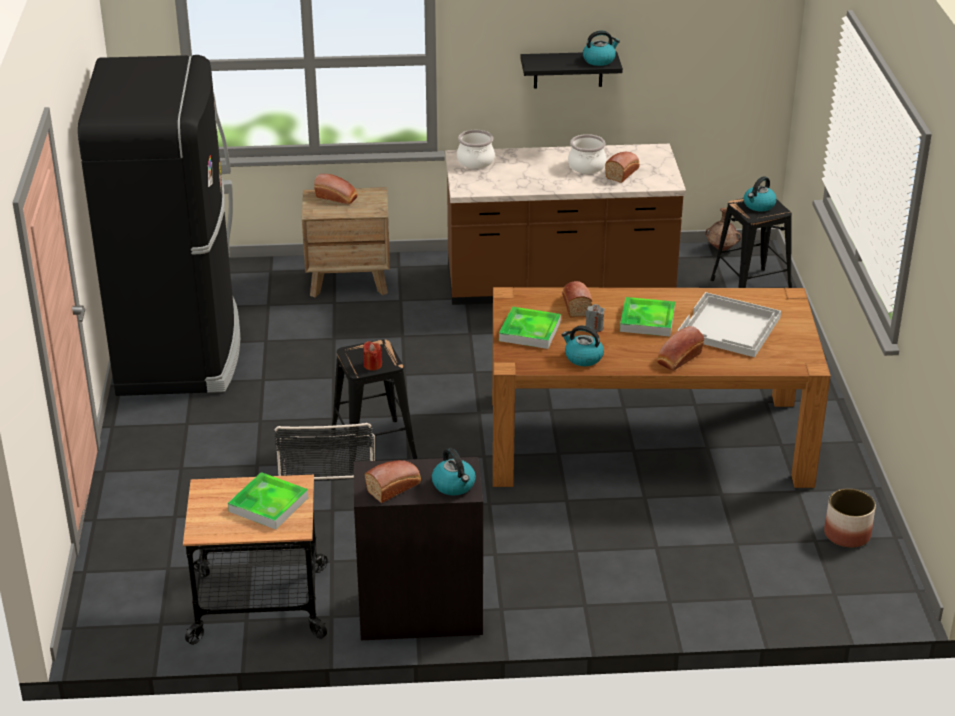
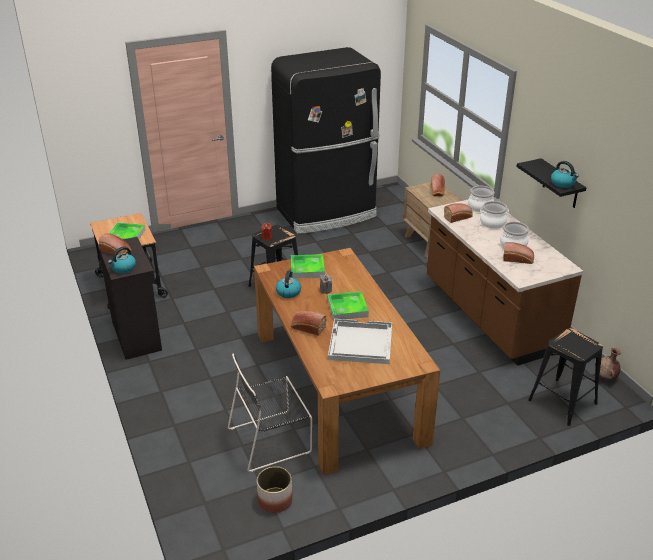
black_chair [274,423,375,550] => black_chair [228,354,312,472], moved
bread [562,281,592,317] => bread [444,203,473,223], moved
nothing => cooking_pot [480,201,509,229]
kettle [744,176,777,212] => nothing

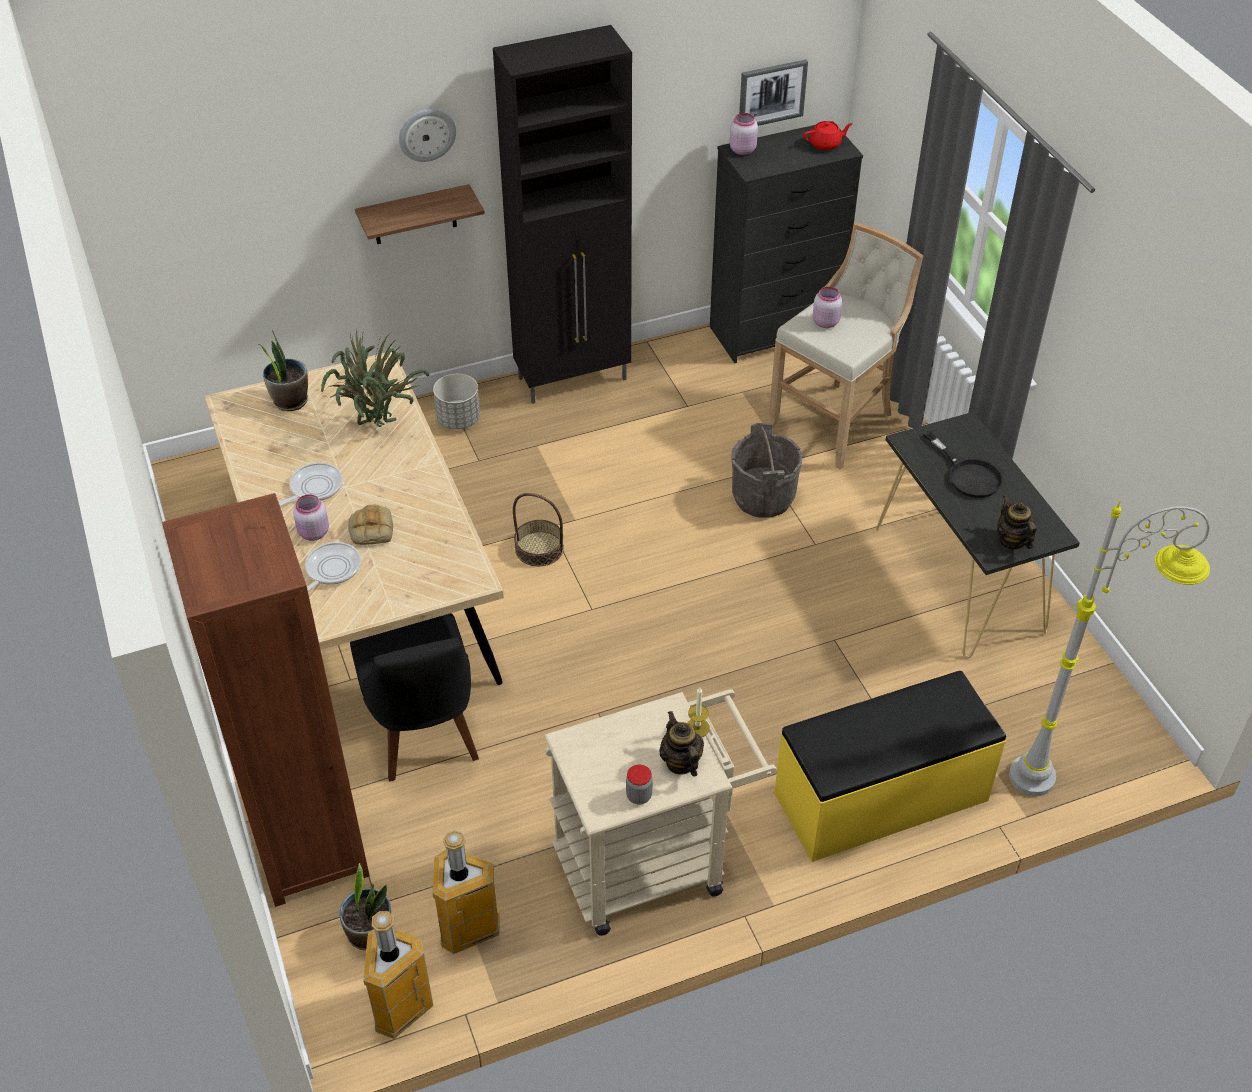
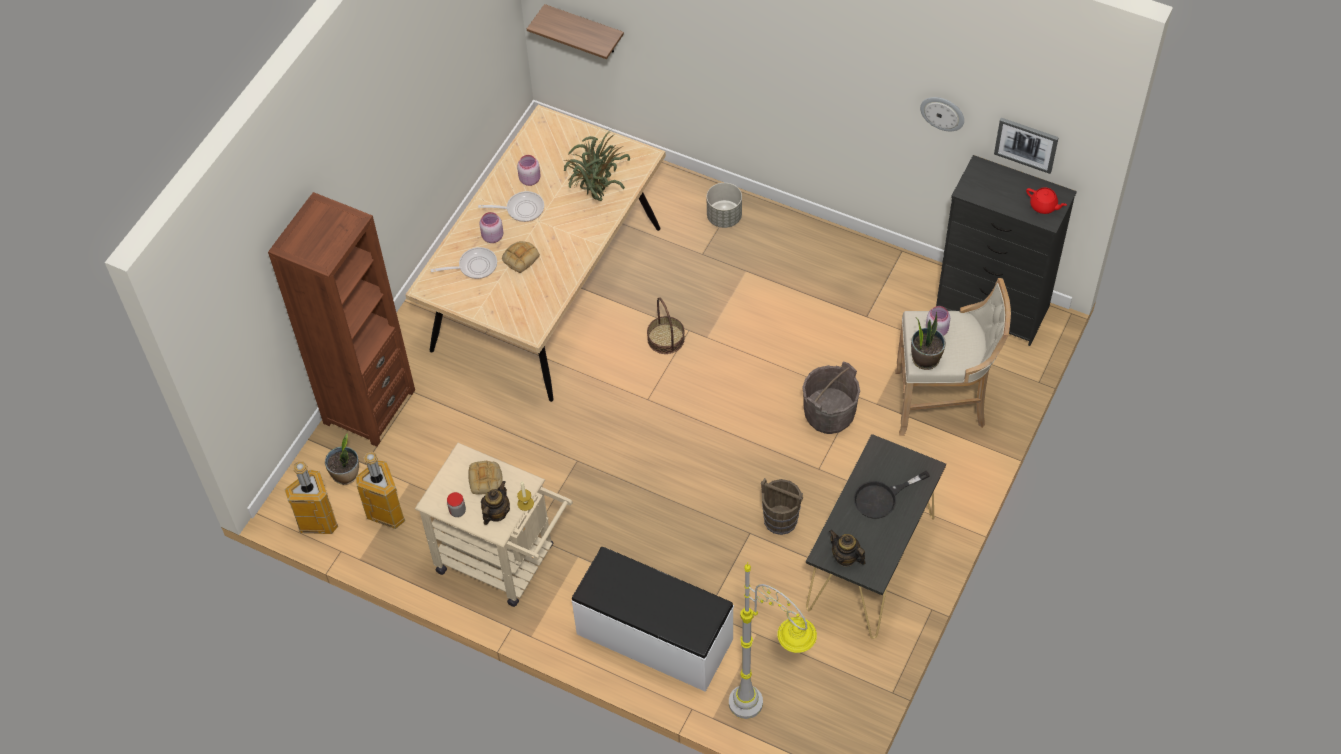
nothing => bread [468,461,502,495]
pink_jar [730,113,758,155] => pink_jar [517,155,540,186], moved
shelf [355,184,485,244] => shelf [527,4,624,59], moved
yellow_bench [774,671,1006,862] => white_bench [571,547,734,692]
nothing => brown_bucket [761,478,803,535]
teapot [997,496,1037,550] => teapot [829,530,866,567], 75 degrees counterclockwise
black_frying_pan [923,431,1003,498] => black_frying_pan [854,471,930,519], 45 degrees clockwise
potted_plant [258,330,308,411] => potted_plant [911,312,946,370], moved
wall_clock [399,109,456,162] => wall_clock [920,97,964,131], moved
black_chair [350,613,479,782] => nothing
black_cabinet [493,25,632,404] => nothing

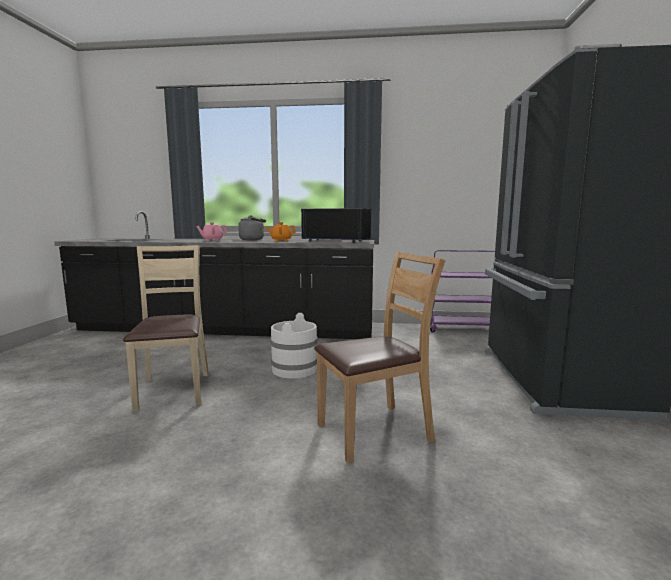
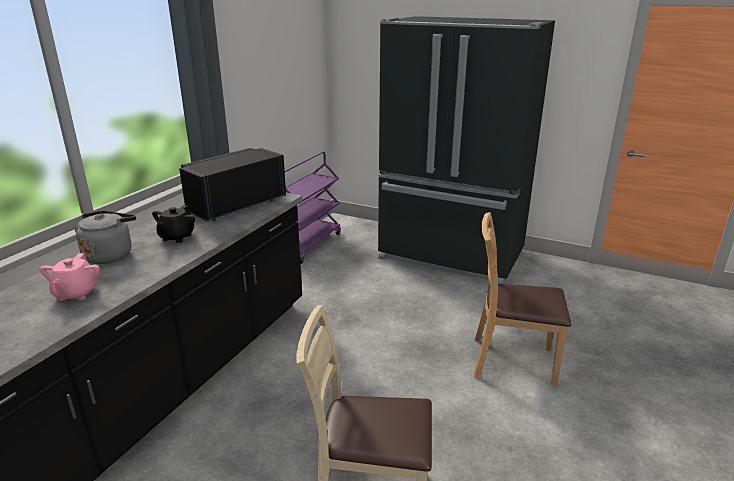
orange_teapot [266,222,296,241] => black_teapot [152,205,195,243]
brown_chair [314,252,446,463] => brown_chair [473,212,572,386], 75 degrees counterclockwise
white_bucket [270,313,318,378] => nothing

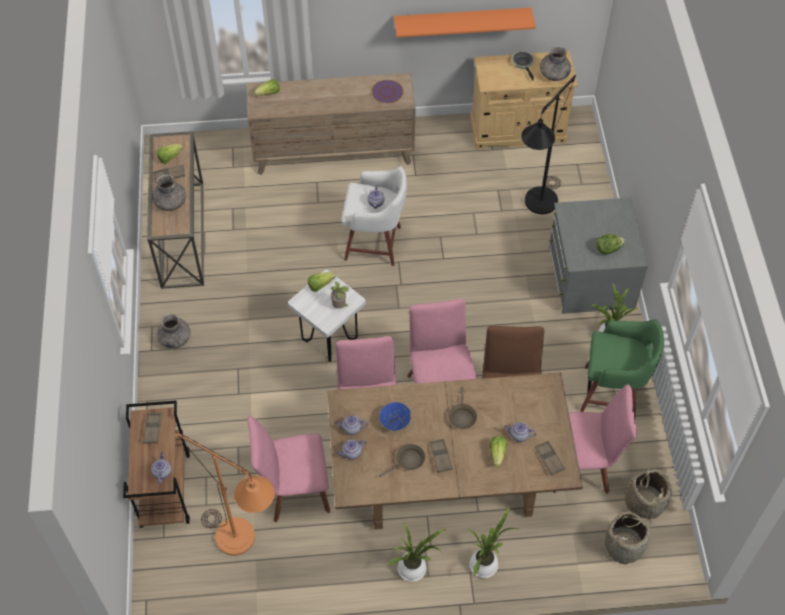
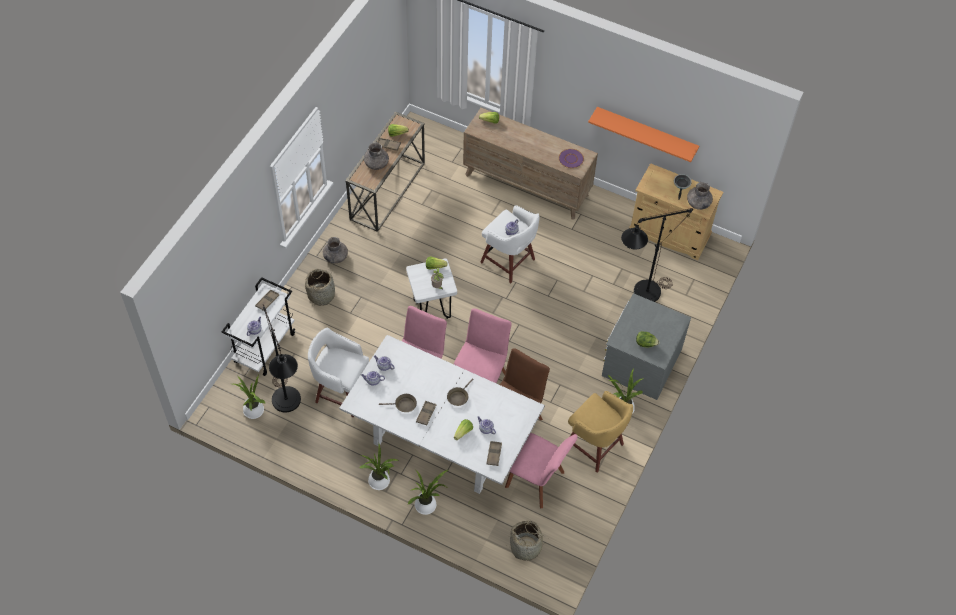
brown_cart [123,401,190,528] => white_cart [222,277,295,376]
nothing => potted_plant [233,375,266,419]
orange_floor_lamp [175,431,275,555] => black_floor_lamp [263,304,301,413]
basket [625,468,672,522] => basket [305,269,335,306], moved
pink_chair [247,416,330,522] => white_stool [308,328,369,417]
brown_dining_table [328,373,583,530] => white_dining_table [339,335,545,494]
green_stool [580,319,664,419] => yellow_stool [568,391,633,472]
blue_bowl [379,402,411,431] => nothing

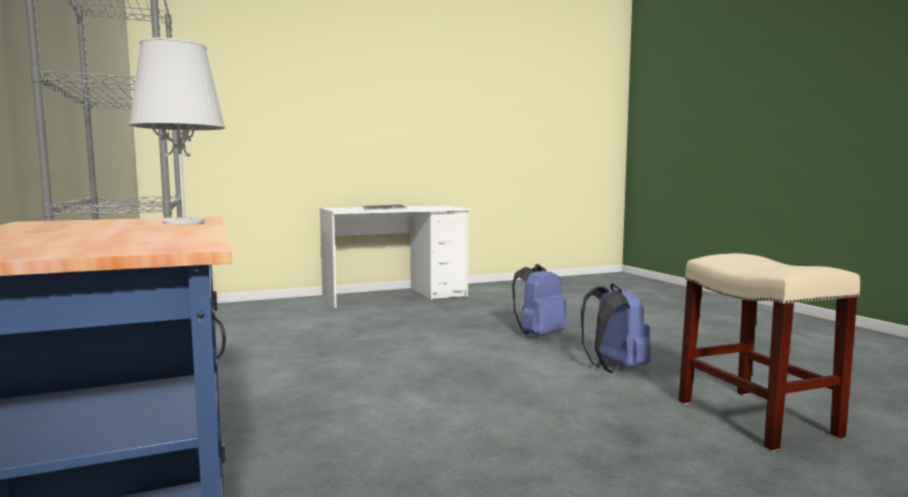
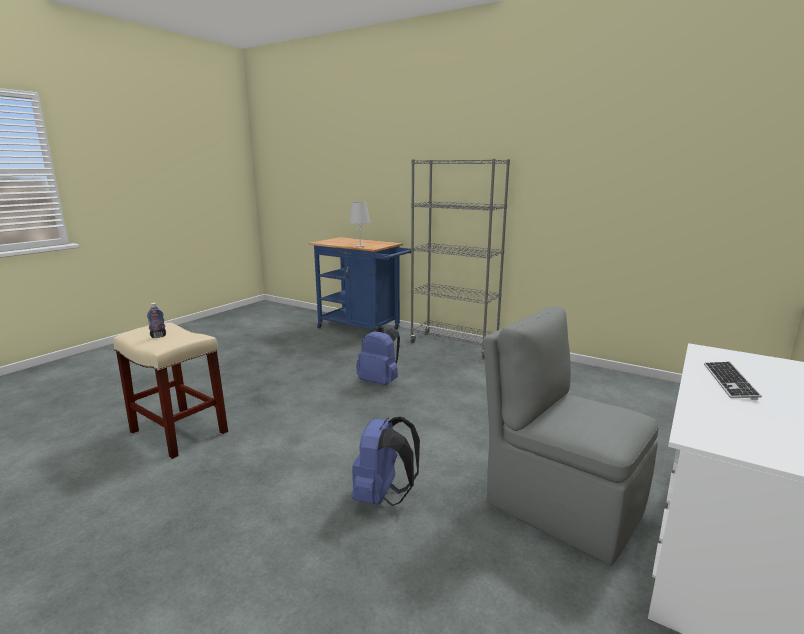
nothing => bottle [147,303,166,338]
blue_backpack [581,283,651,373] => blue_backpack [356,325,400,385], moved
nothing => grey_chair [483,306,659,565]

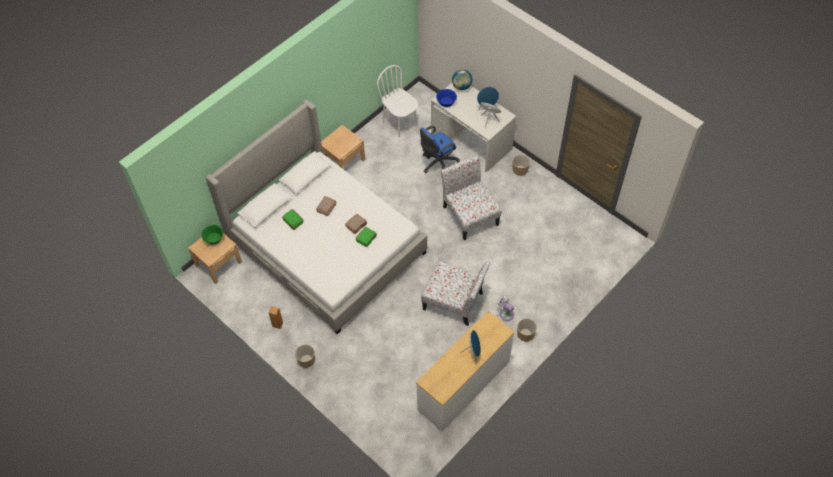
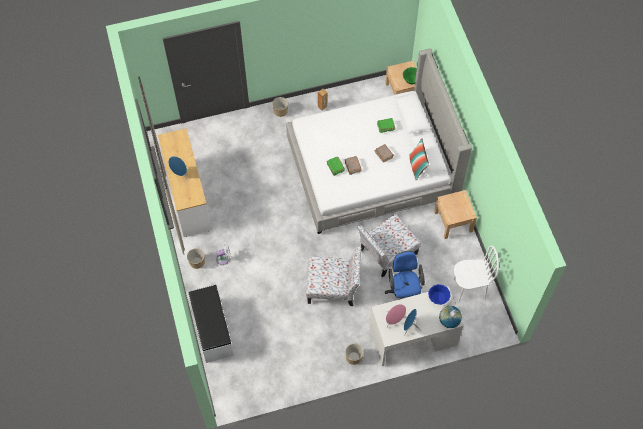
nothing => white_bench [188,285,234,363]
chair [421,261,490,326] => chair [358,214,421,277], moved
nothing => pillow [410,138,429,181]

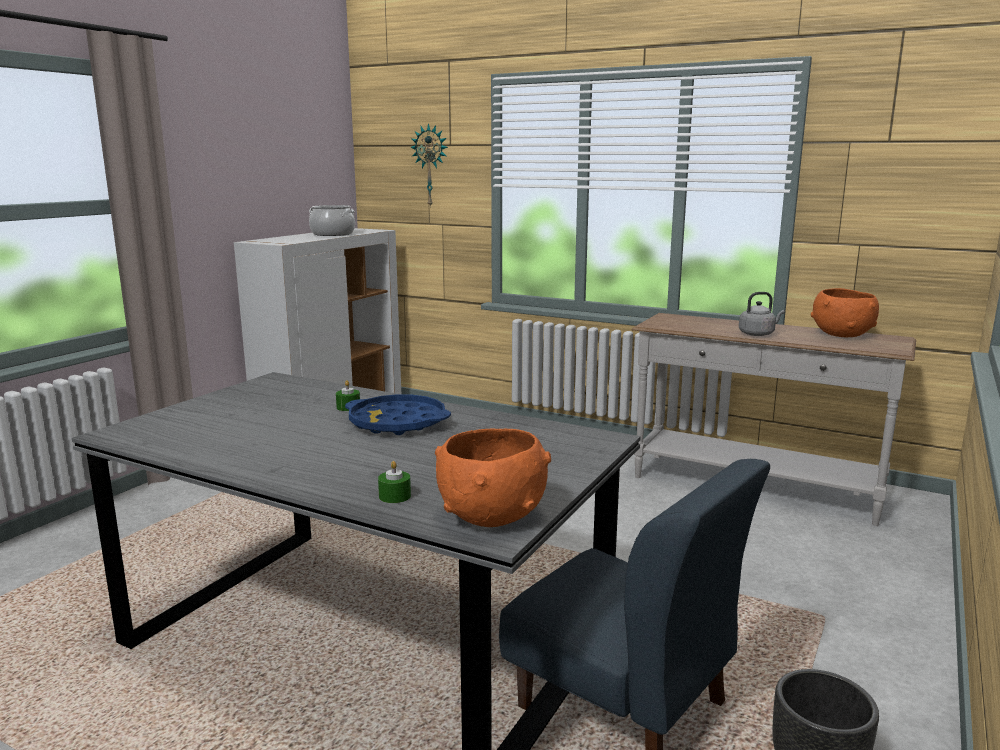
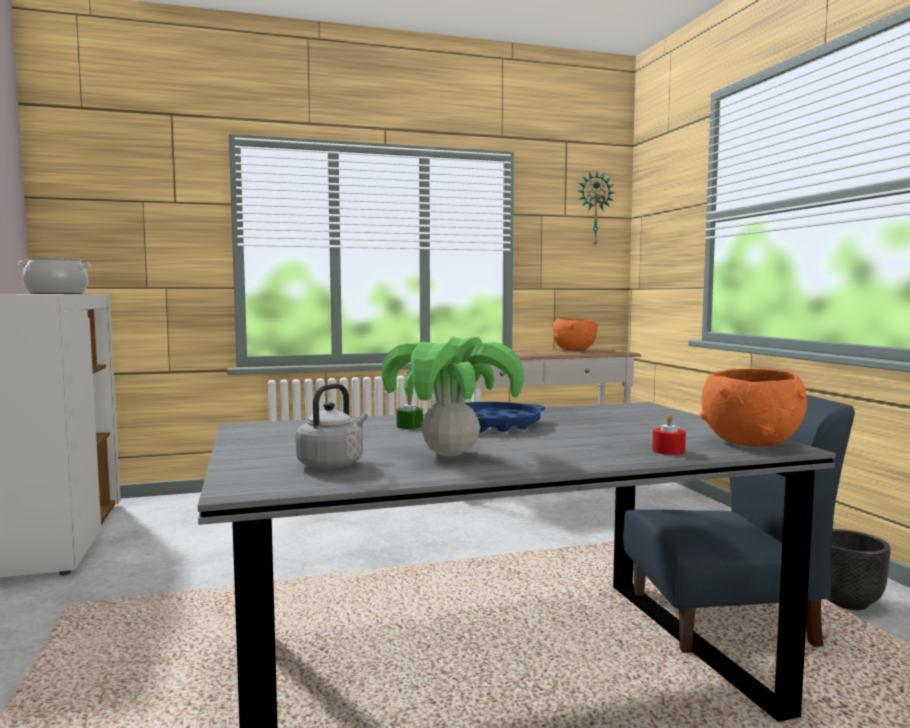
grey_kettle [739,292,785,336] => grey_kettle [296,384,368,469], moved
nothing => potted_plant [382,337,524,456]
wall_clock [410,123,448,208] => wall_clock [578,171,614,246], moved
green_candle [378,461,411,503] => red_candle [652,414,686,455]

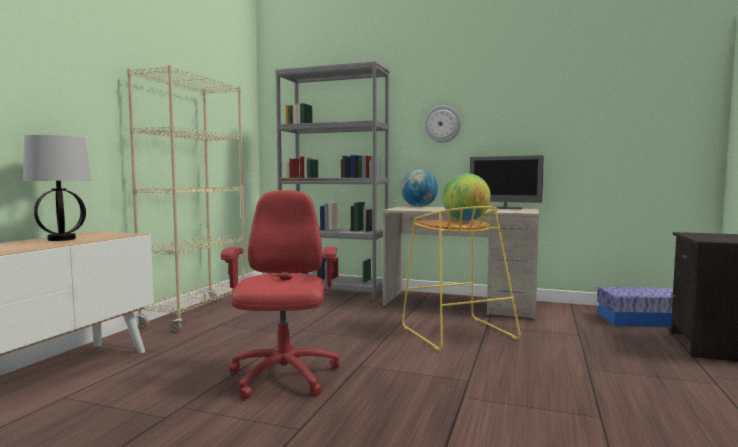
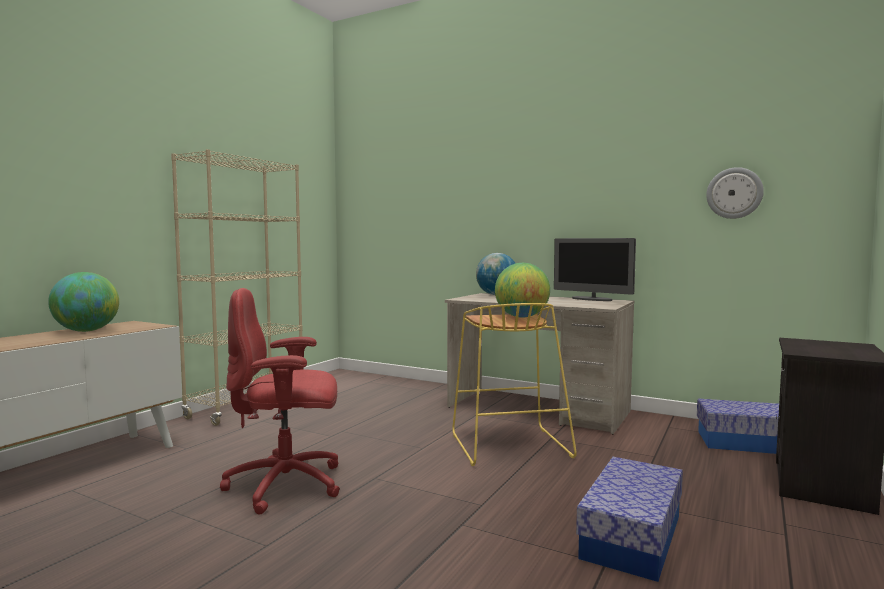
table_lamp [23,135,91,241] => globe [48,272,119,332]
red_office_chair [221,190,340,399] => red_office_chair [220,288,340,515], 105 degrees counterclockwise
nothing => storage_box [576,457,683,582]
wall_clock [424,105,461,143] => wall_clock [706,167,764,219], moved
grey_bookcase [275,61,389,300] => nothing

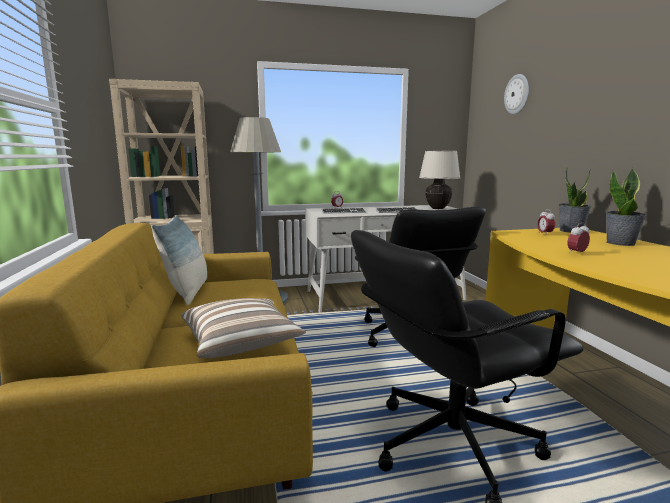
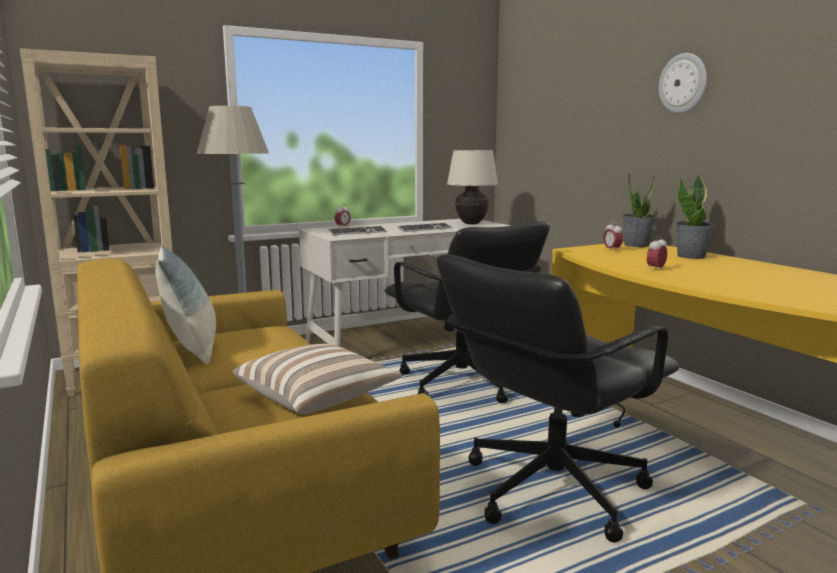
wall_clock [504,74,529,114] => wall_clock [658,53,707,113], moved

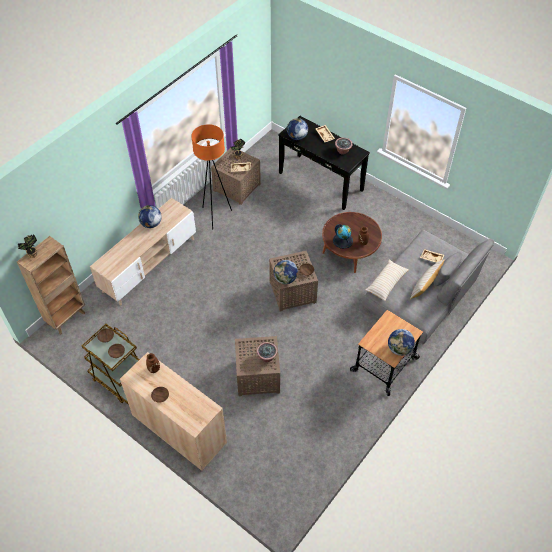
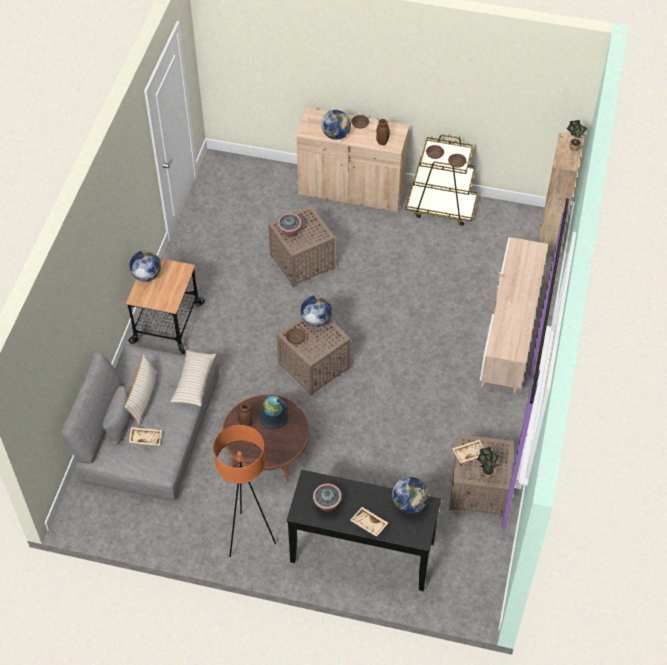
orange_floor_lamp [191,124,232,230] => orange_floor_lamp [213,425,276,557], moved
globe [138,205,162,228] => globe [321,110,351,140], moved

